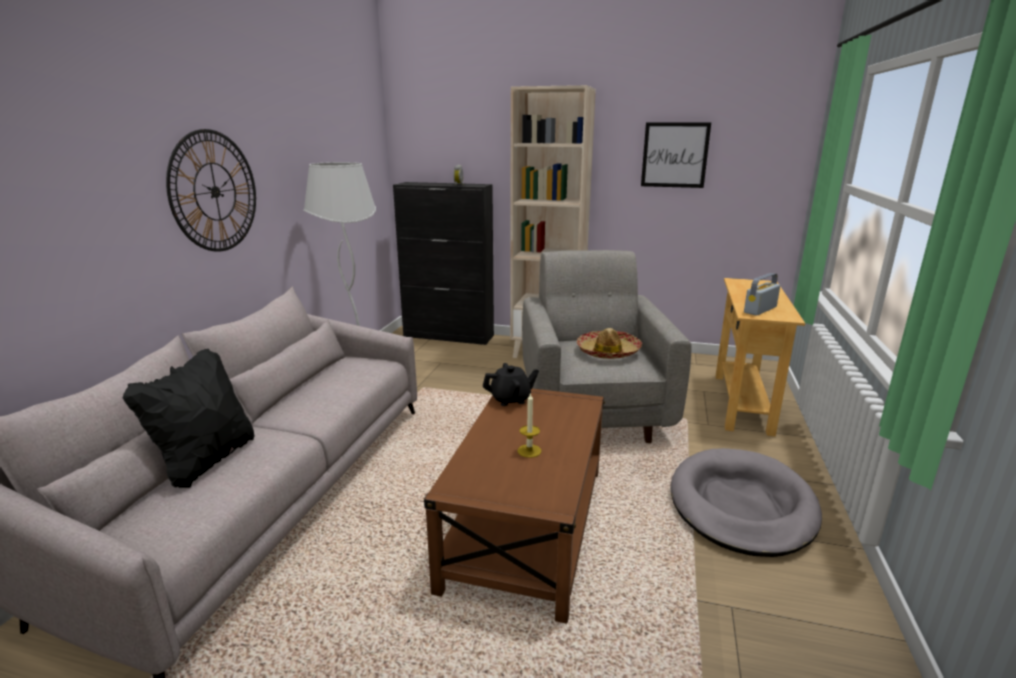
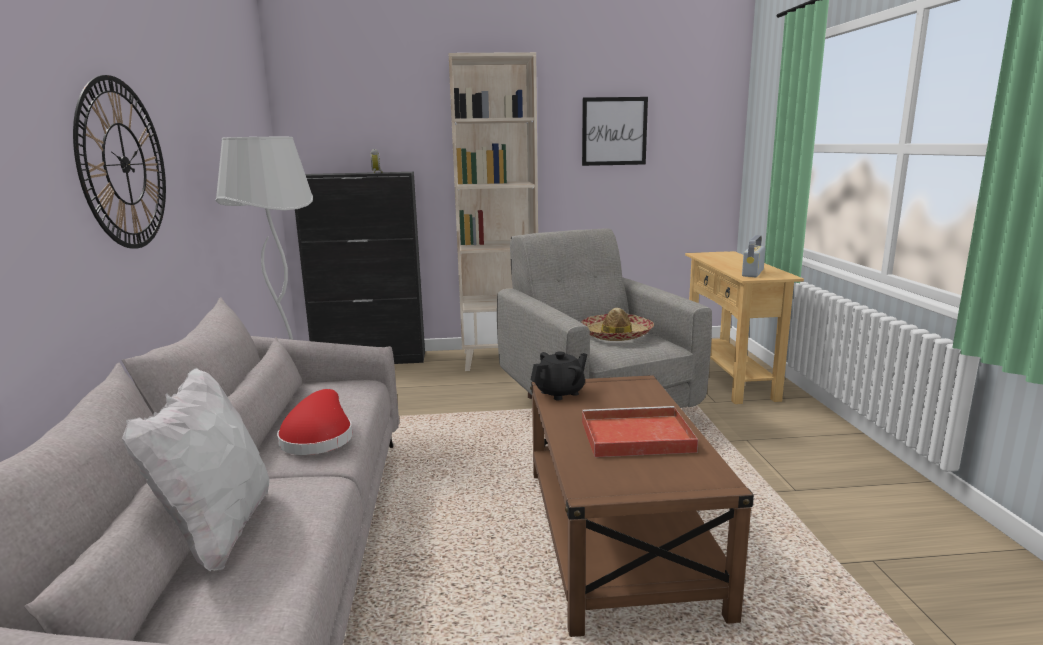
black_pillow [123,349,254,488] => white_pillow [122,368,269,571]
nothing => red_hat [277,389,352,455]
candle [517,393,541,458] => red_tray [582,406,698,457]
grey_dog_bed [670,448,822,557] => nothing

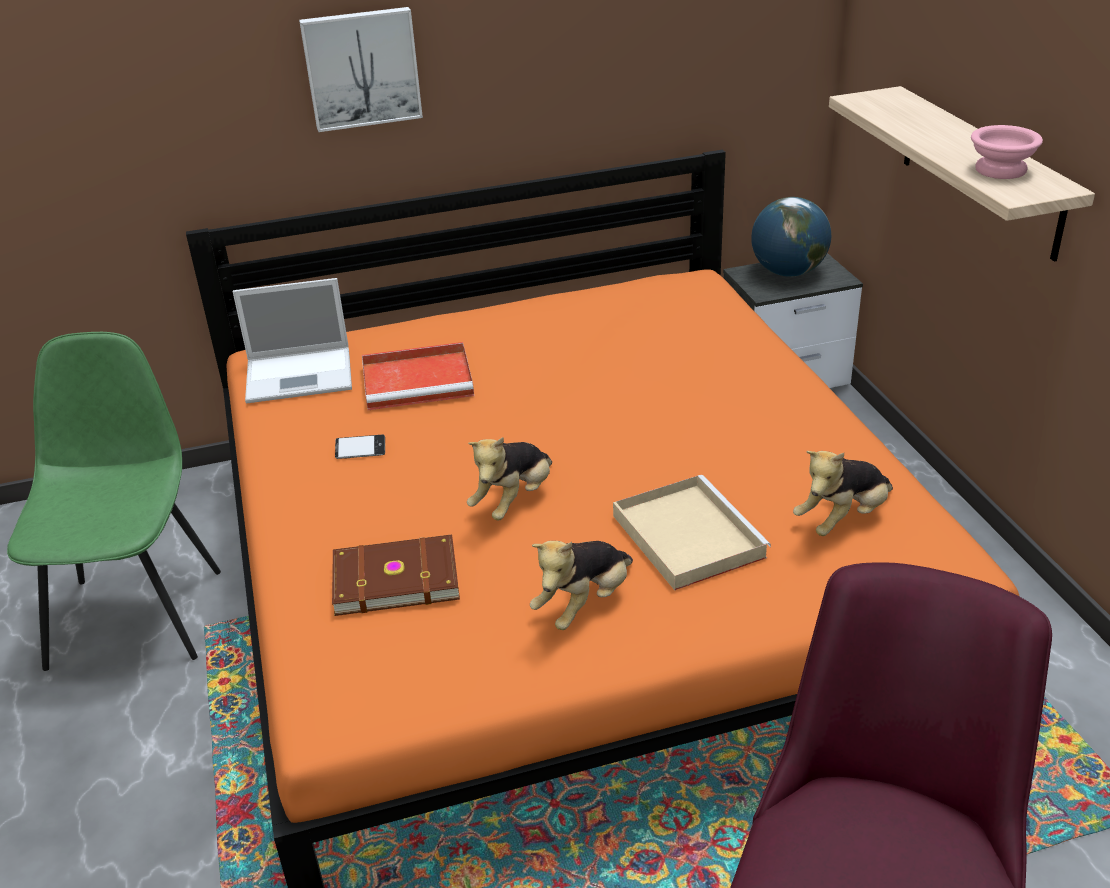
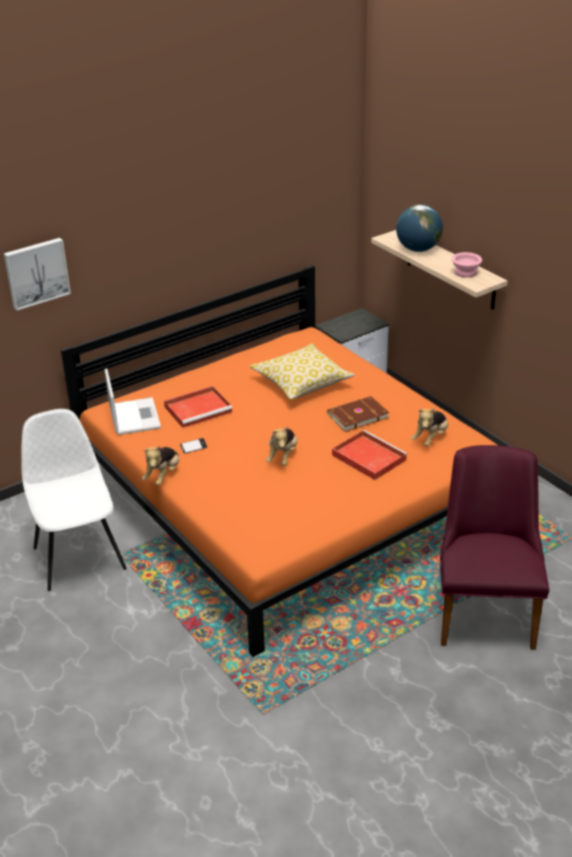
picture [299,7,423,132] => picture [4,238,71,311], moved
green_chair [7,332,221,671] => white_chair [21,409,127,591]
laptop [233,278,352,403] => laptop [105,368,161,435], 75 degrees counterclockwise
plush_toy [530,541,633,630] => plush_toy [142,446,180,485], moved
nothing => pillow [249,343,355,400]
brown_book [332,534,460,616] => brown_book [327,396,389,432], moved
beige_tray [613,475,771,590] => red_tray [332,430,408,480]
globe [751,197,831,277] => globe [396,205,443,252], moved

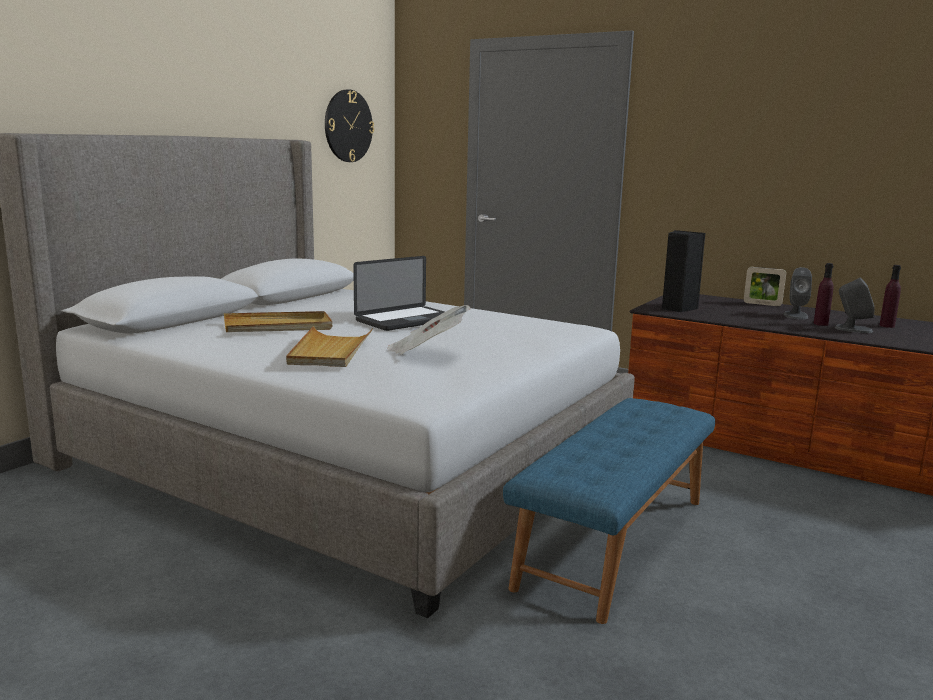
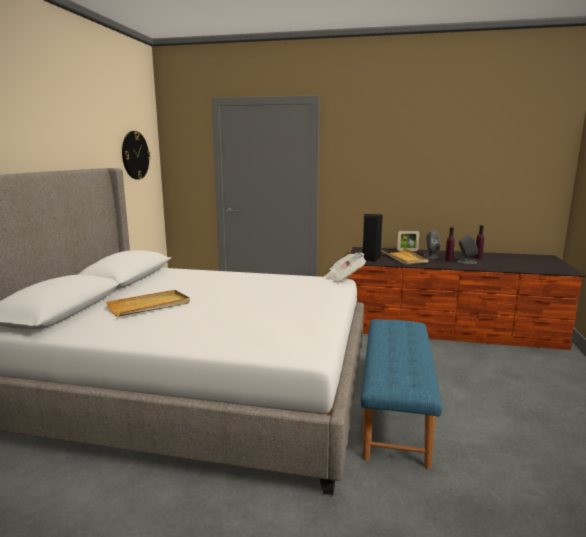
newspaper [387,305,471,355] => newspaper [323,253,366,281], moved
beige_tray [286,326,373,367] => beige_tray [381,248,428,265], moved
laptop [353,256,445,331] => nothing

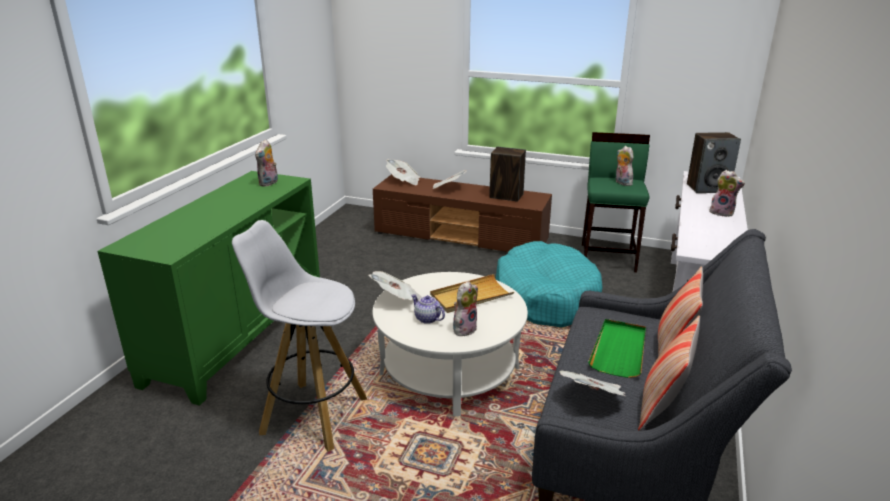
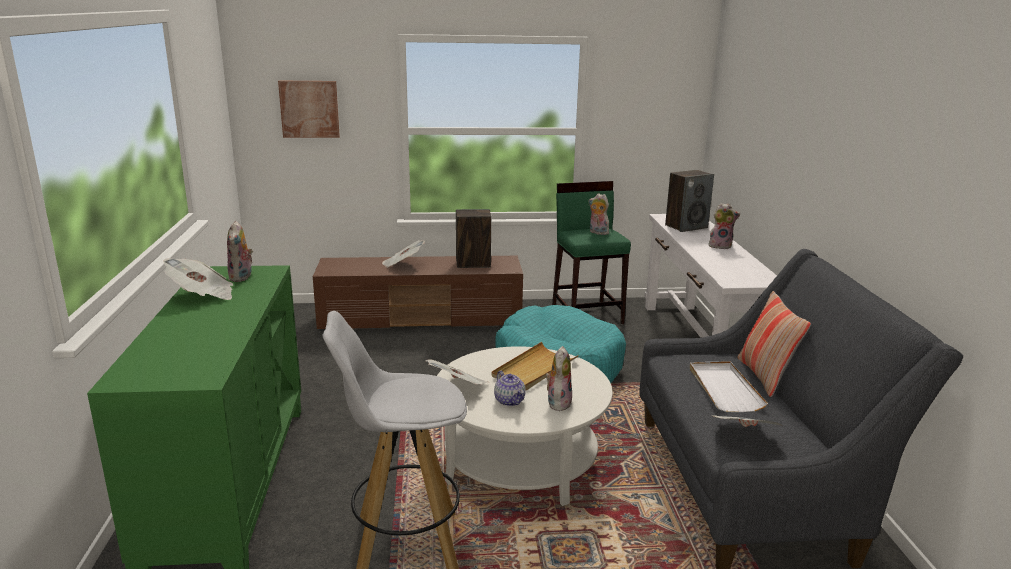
newspaper [386,159,420,185] => newspaper [163,258,233,300], moved
nothing => picture [278,81,340,138]
teapot [411,294,445,324] => teapot [494,371,526,406], 135 degrees counterclockwise
green_tray [588,319,646,378] => white_tray [690,362,768,412]
pillow [638,315,700,431] => nothing

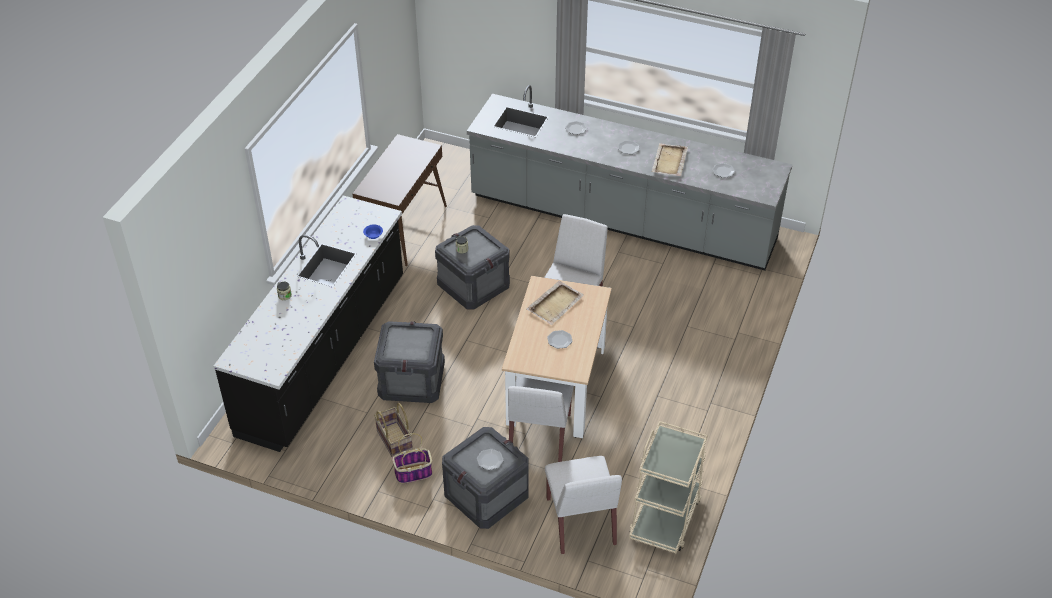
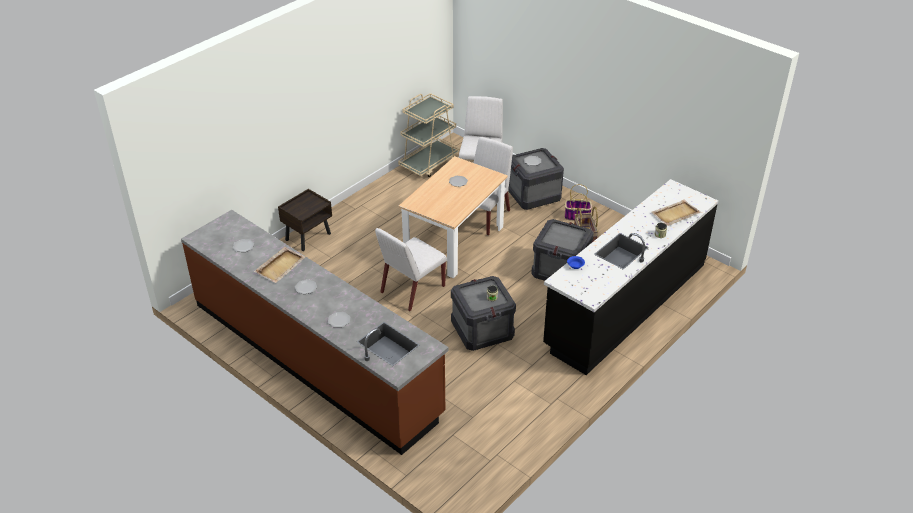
grey_counter [467,85,793,270] => brown_counter [181,210,449,455]
nothing => brown_nightstand [278,189,332,251]
beige_tray [527,280,584,325] => beige_tray [651,199,701,226], moved
brown_console_table [352,134,447,266] => nothing

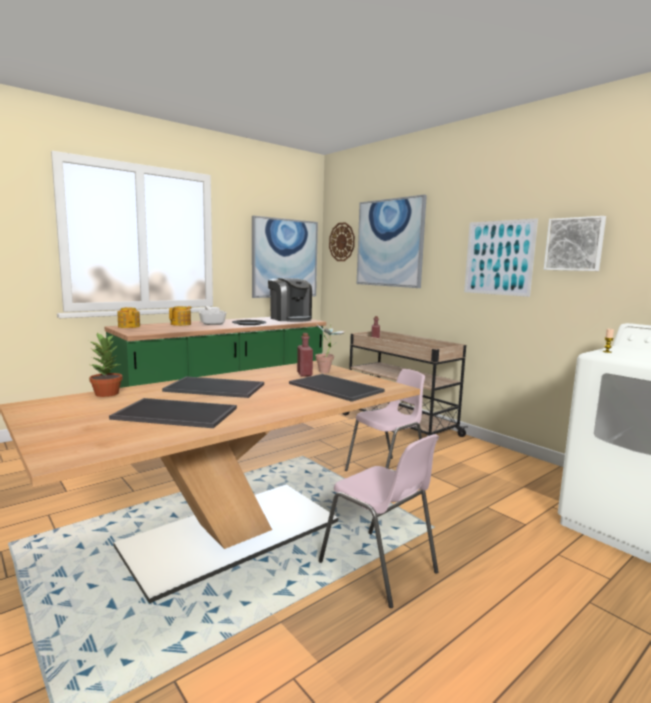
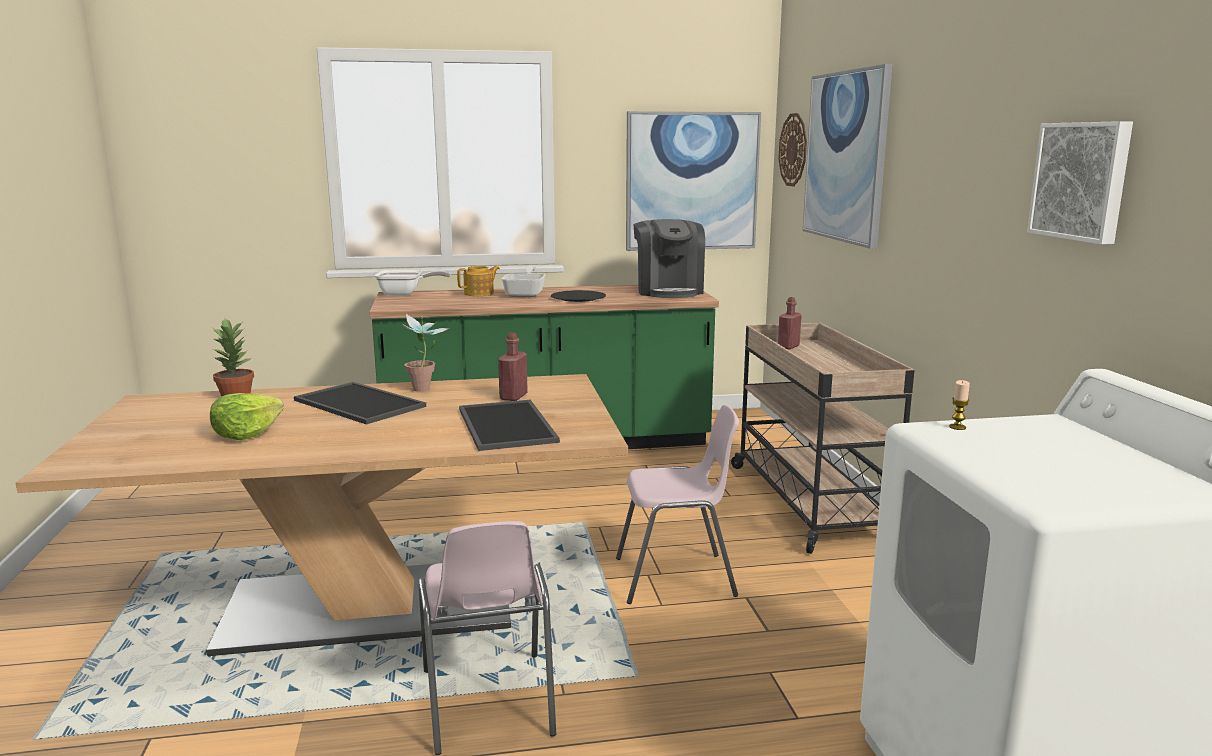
tray [109,398,237,428] => lettuce [210,393,284,440]
teapot [118,307,140,328] => frying_pan [375,270,450,296]
potted_plant [315,325,345,373] => potted_plant [402,314,449,392], moved
picture [464,218,538,297] => nothing

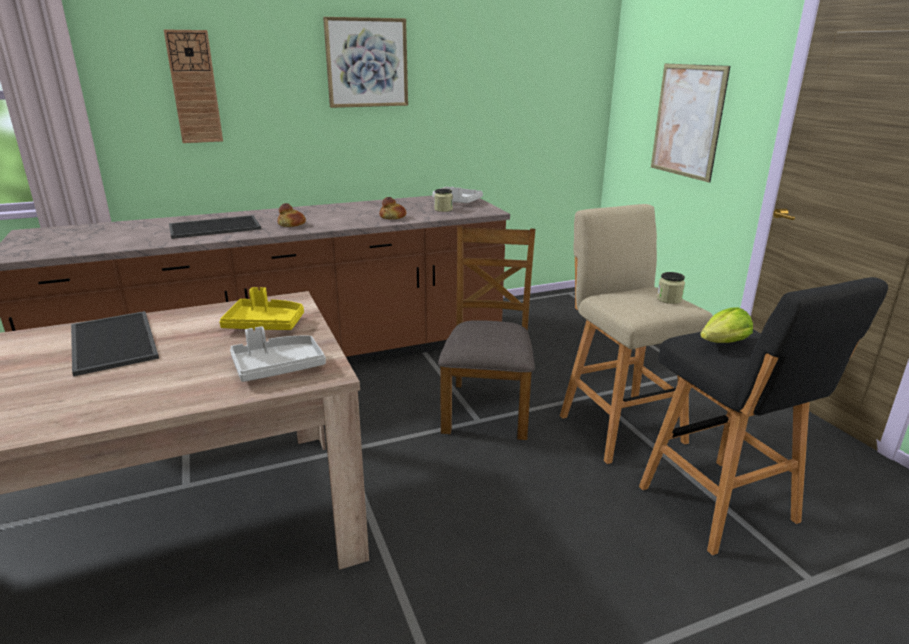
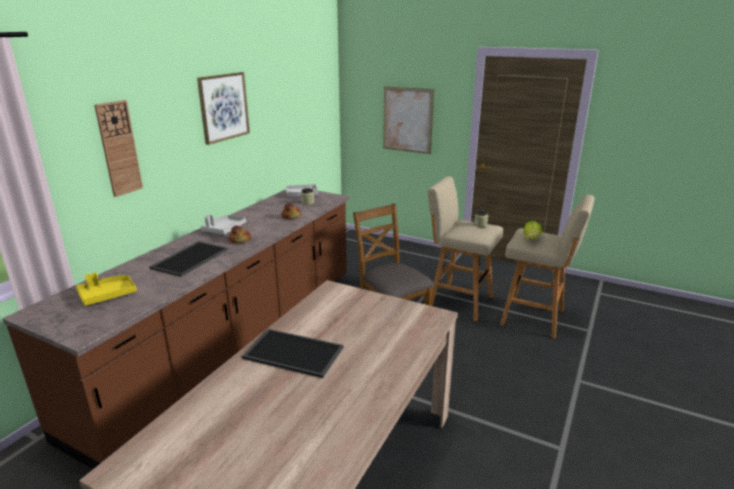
yellow_tray [219,287,304,330] => yellow_tray [76,272,137,306], moved
grey_tray [230,326,326,382] => grey_tray [201,215,246,235], moved
black_stool [639,277,888,555] => beige_stool [500,195,595,339]

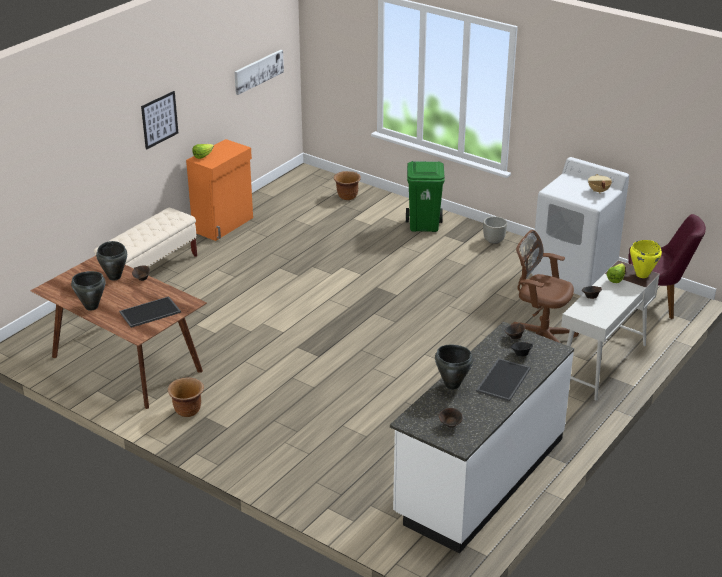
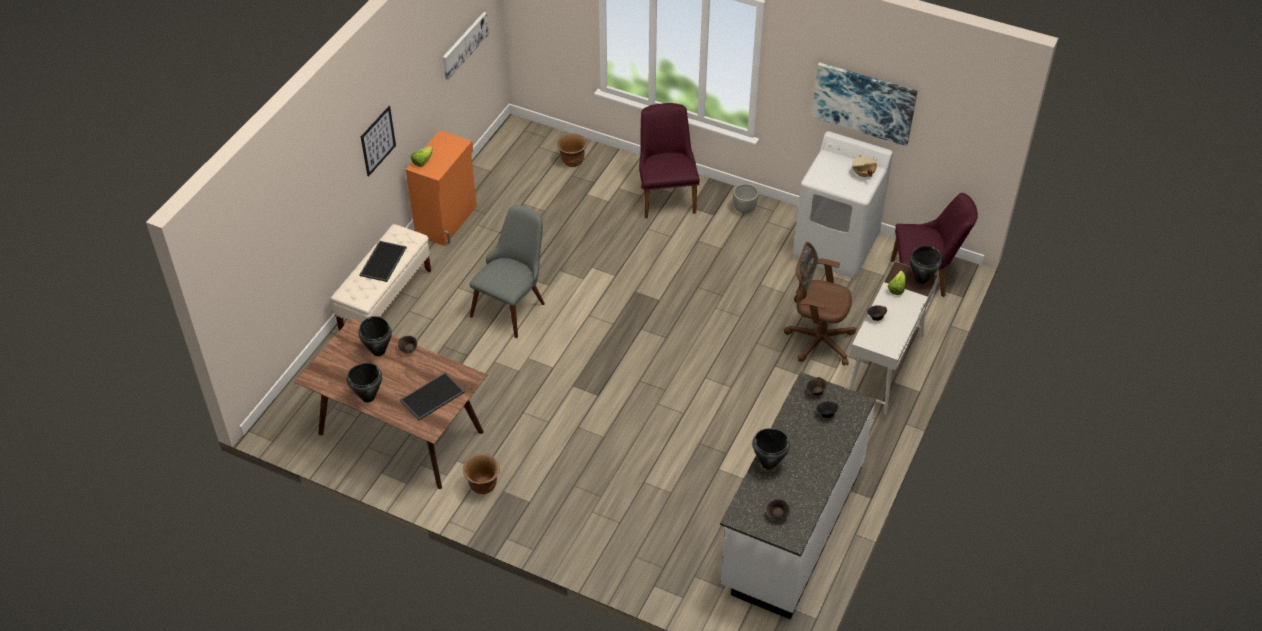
tray [476,358,531,401] => tray [359,241,407,282], moved
nothing => grey_chair [470,205,545,338]
green_trash_can [406,161,445,232] => purple_chair [639,103,700,219]
nothing => picture [812,62,917,146]
yellow_cooking_pot [630,240,662,278] => black_cooking_pot [910,246,942,284]

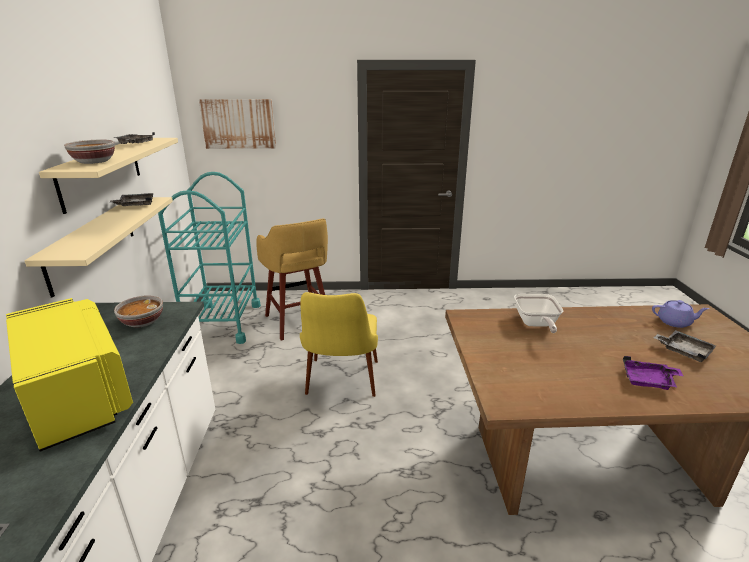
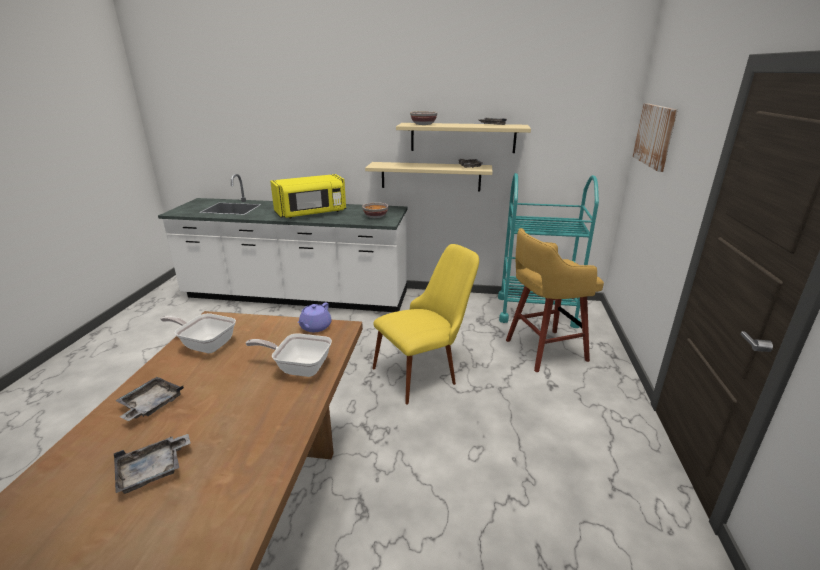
purple_tray [623,356,683,390] => grey_tray [115,377,184,421]
nothing => frying_pan [160,313,236,353]
purple_teapot [652,300,709,328] => purple_teapot [298,303,331,332], moved
yellow_chair [300,292,378,397] => yellow_chair [372,244,479,404], 135 degrees clockwise

